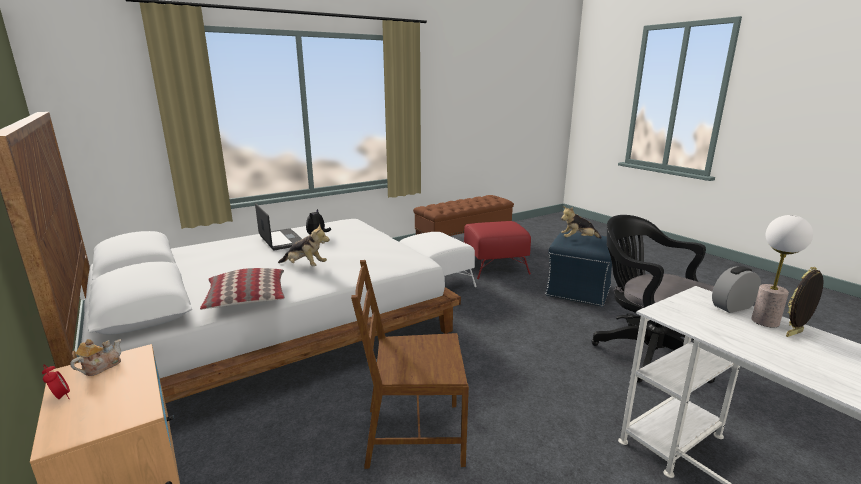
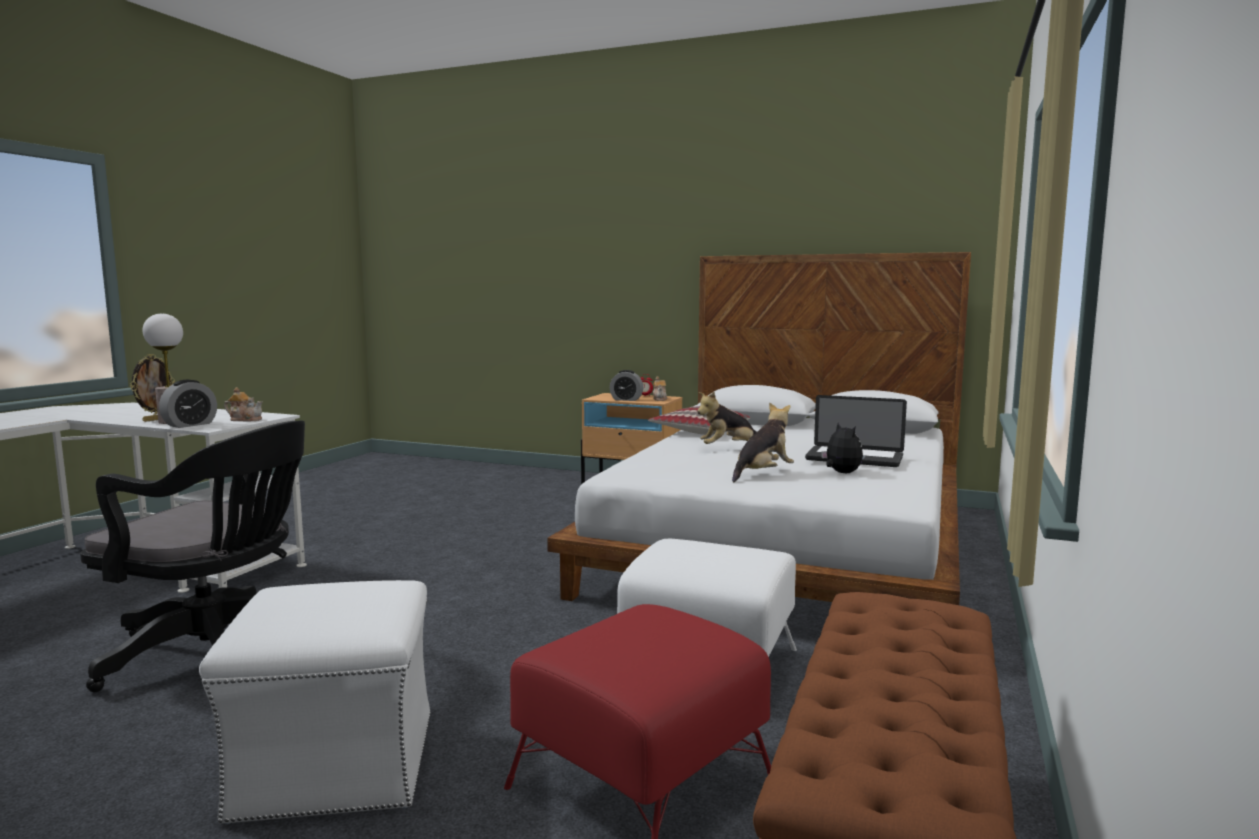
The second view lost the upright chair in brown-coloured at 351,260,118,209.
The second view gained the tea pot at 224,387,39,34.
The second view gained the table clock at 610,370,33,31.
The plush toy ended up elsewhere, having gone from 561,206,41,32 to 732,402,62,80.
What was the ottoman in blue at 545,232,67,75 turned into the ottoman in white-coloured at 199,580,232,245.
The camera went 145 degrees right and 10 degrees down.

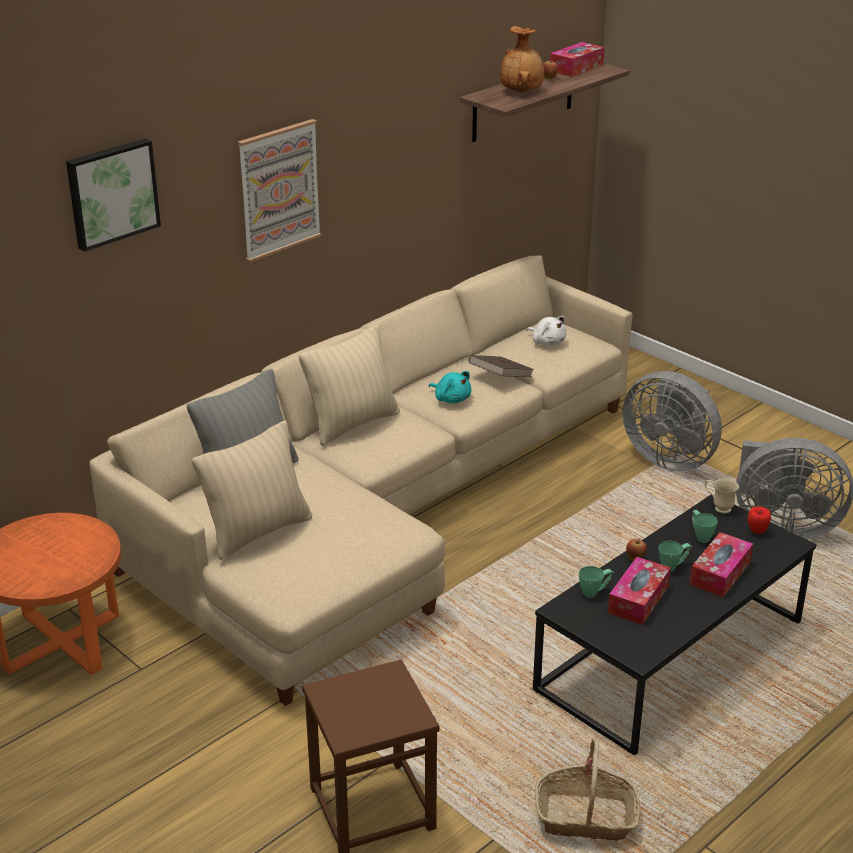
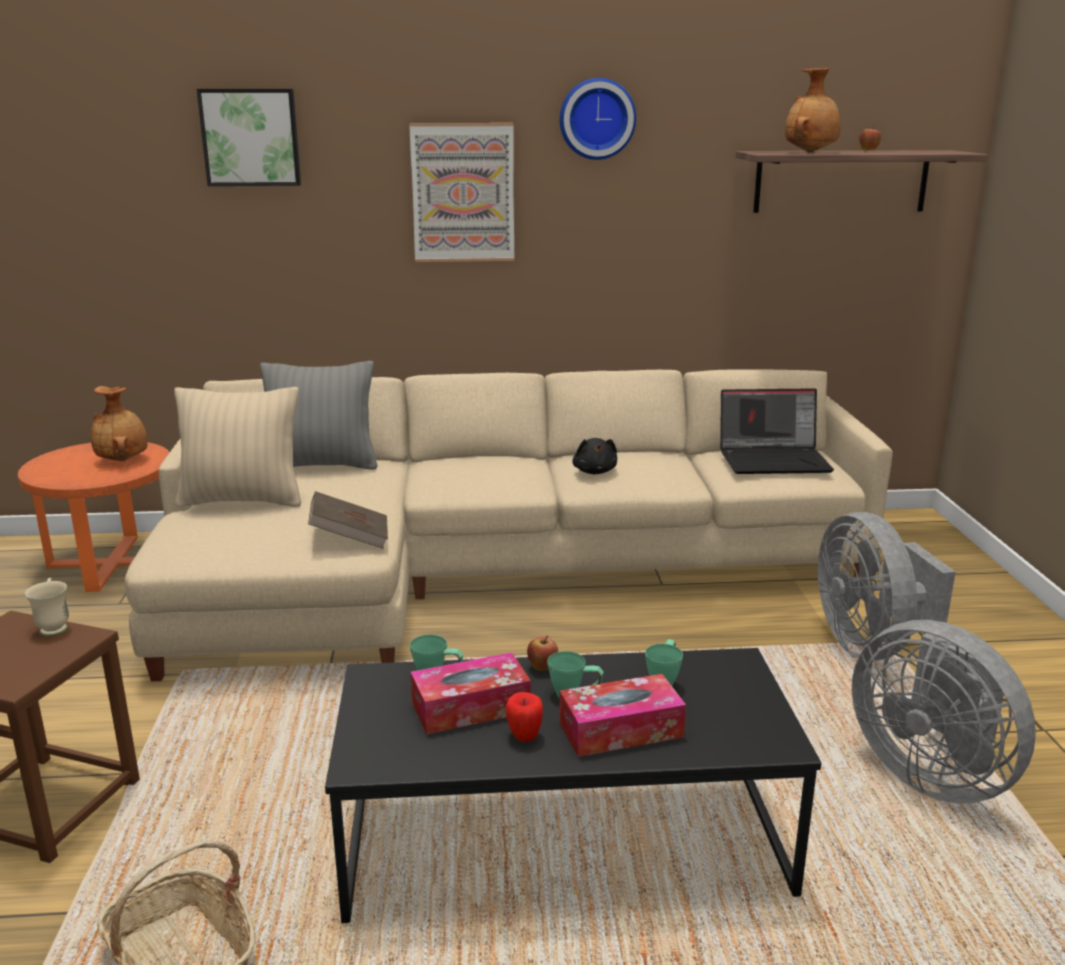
The second view lost the pillow in beige-coloured at 299,325,101,121.
The second view lost the tissue box at 550,42,54,35.
The second view gained the decorative vase in brown-coloured at 91,386,57,75.
The second view gained the clock on the wall at 560,78,76,82.
The bound book in brown-coloured ended up elsewhere, having gone from 469,355,65,22 to 308,491,80,58.
The coffee mug in beige-coloured ended up elsewhere, having gone from 705,478,34,36 to 24,578,45,58.
The apple ended up elsewhere, having gone from 748,507,23,27 to 506,692,37,50.
Where the plush toy in white-coloured stood at 526,316,41,30, the laptop came to stand at 720,388,114,86.
What was the plush toy in turquoise-coloured at 429,371,43,32 turned into the plush toy in blackish at 572,438,45,36.
The camera went 40 degrees right and 10 degrees down.

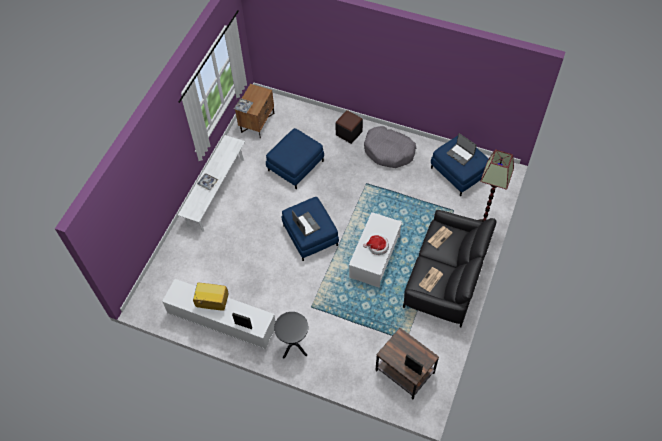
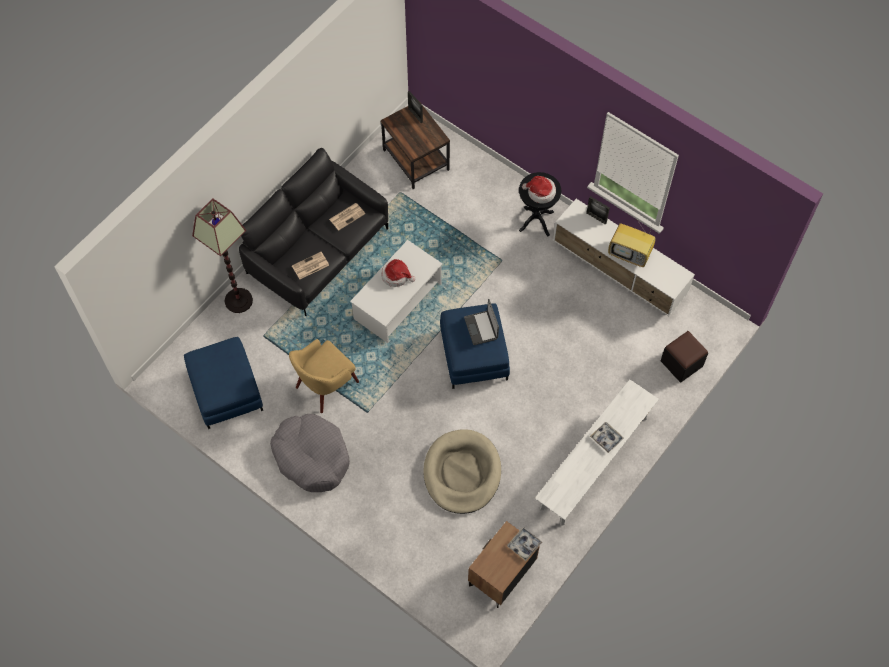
The second view lost the laptop at 446,133,31,33.
The second view gained the easy chair in yellowish at 289,339,70,74.
The second view gained the wearable hat at 522,176,34,28.
The ottoman in blackish ended up elsewhere, having gone from 335,110,28,34 to 661,331,47,51.
Where the ottoman in blue stood at 266,128,58,61, the dog bed in beige-coloured came to stand at 423,429,78,85.
The camera went 165 degrees left and 5 degrees up.

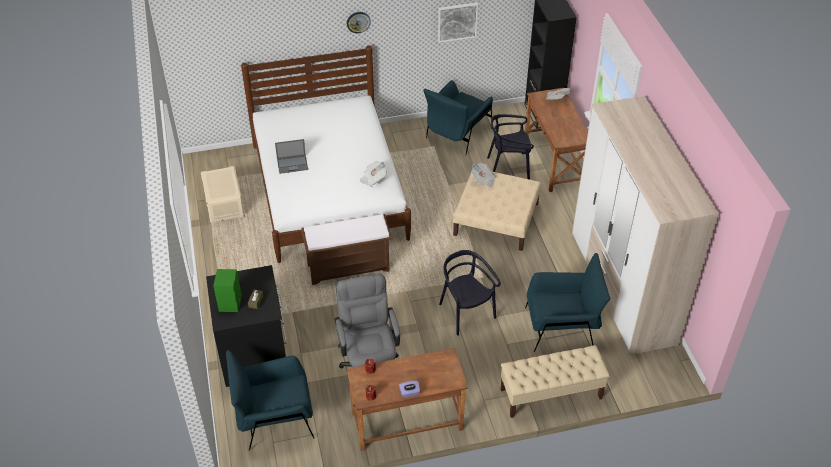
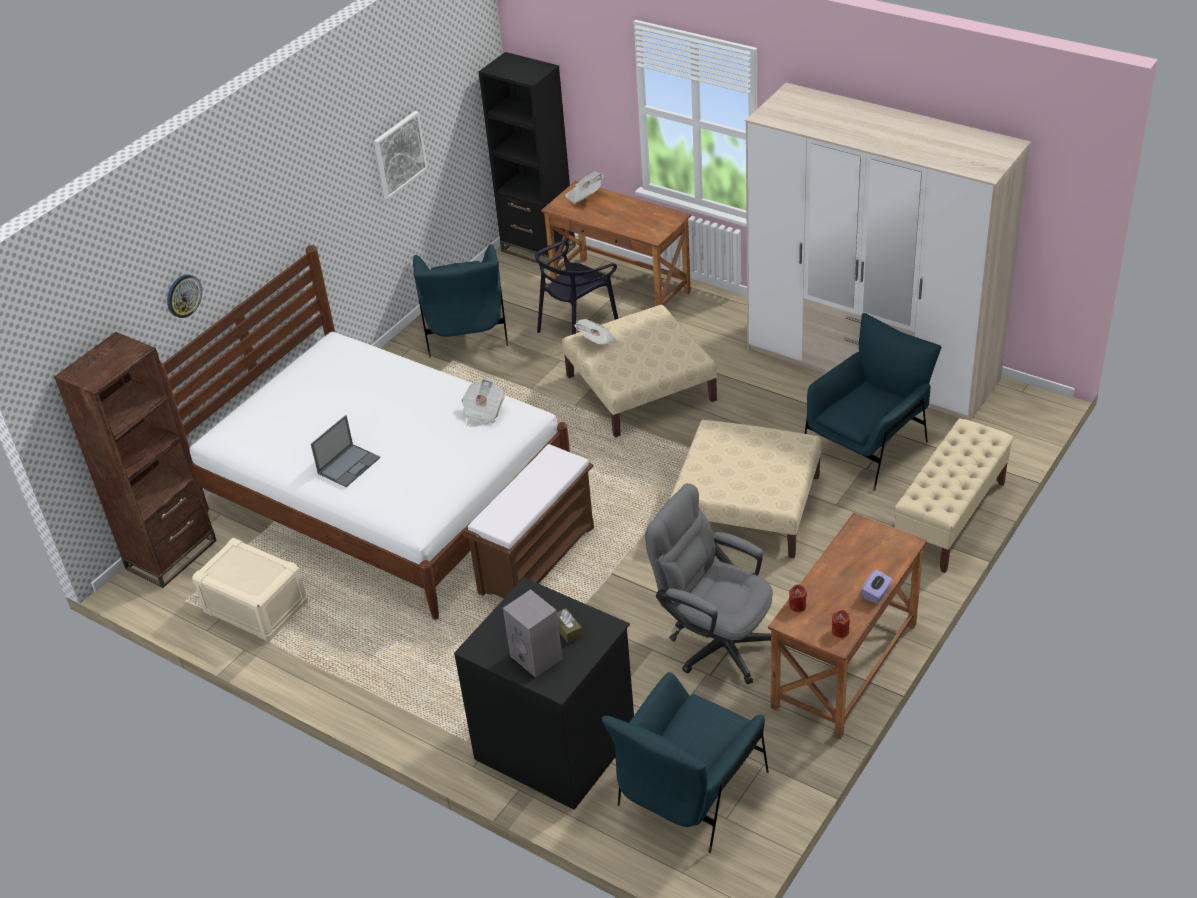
The second view gained the bookcase in brown-coloured at 54,332,163,256.
The clock on the wall ended up elsewhere, having gone from 347,12,24,21 to 167,275,35,43.
Where the upright chair in blackish stood at 439,250,62,85, the ottoman in beige-coloured came to stand at 669,420,153,138.
What was the loudspeaker in green at 213,269,29,43 turned into the loudspeaker in greyish at 503,589,60,89.
The camera went 40 degrees left and 5 degrees down.

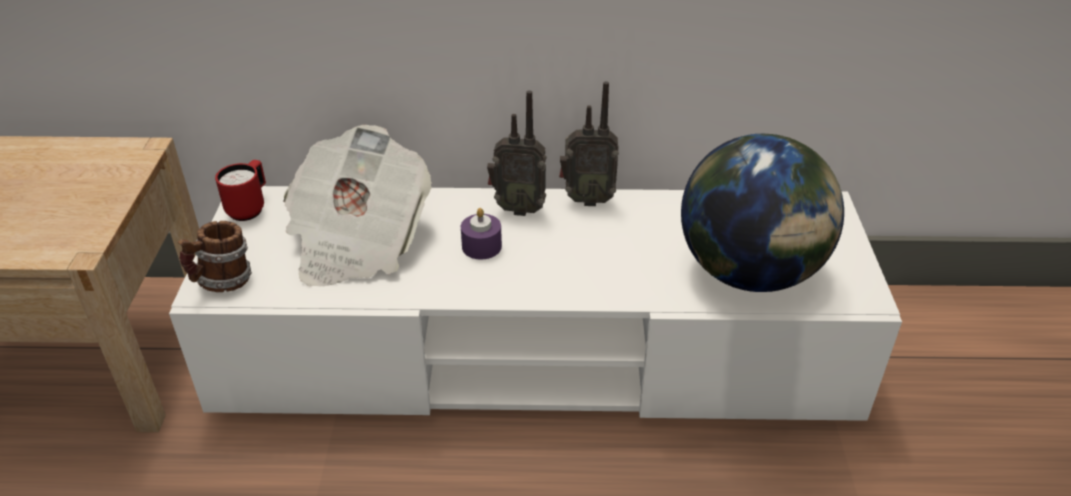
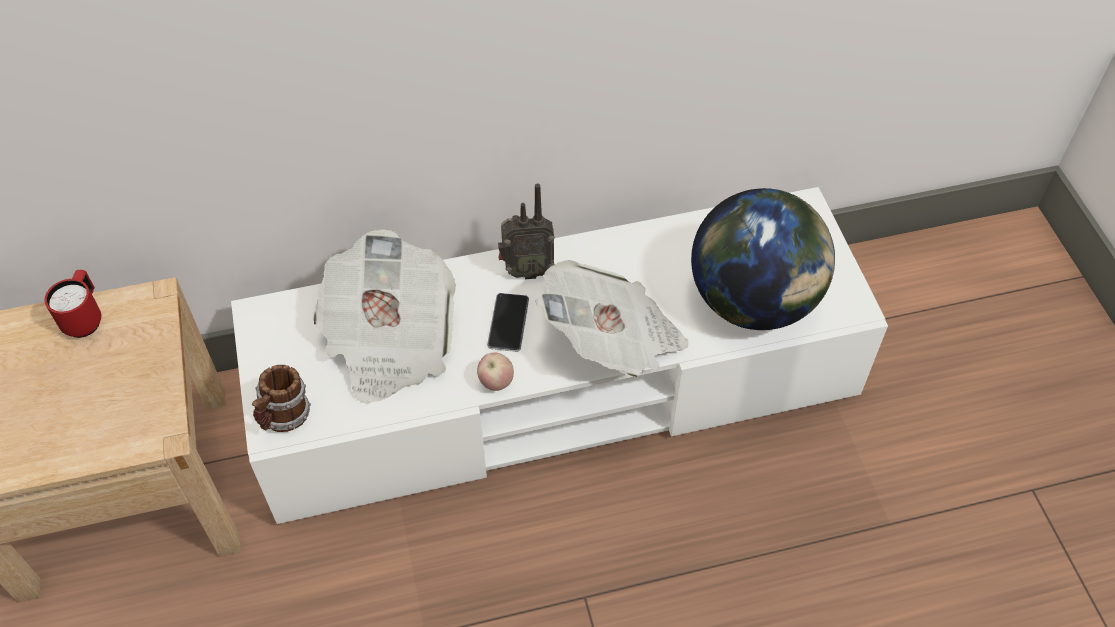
The second view lost the radio set at 559,81,60,125.
The second view gained the apple at 477,352,37,39.
The second view gained the newspaper at 535,260,153,117.
The coffee mug in red-coloured ended up elsewhere, having gone from 215,160,51,61 to 44,270,57,68.
Where the wax candle in purple-coloured stood at 461,208,41,52, the telephone came to stand at 487,293,42,59.
The camera went 15 degrees left and 15 degrees up.

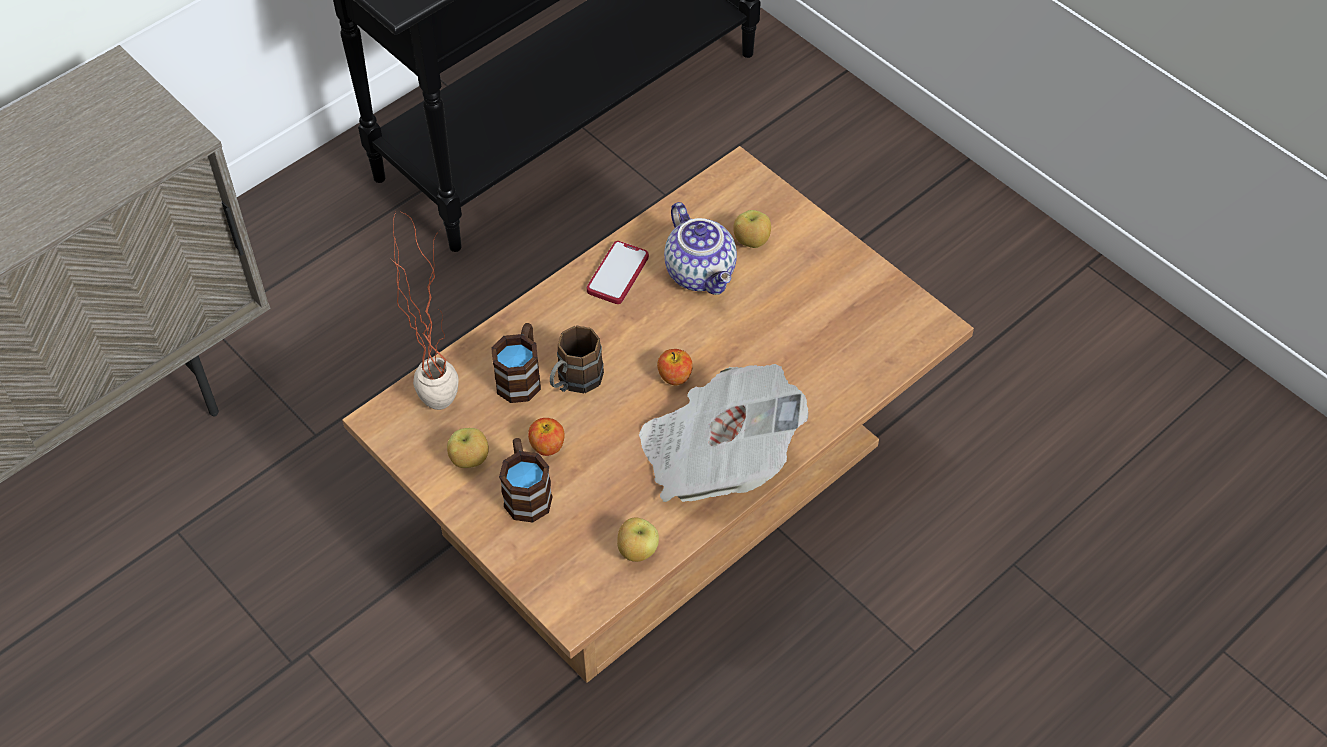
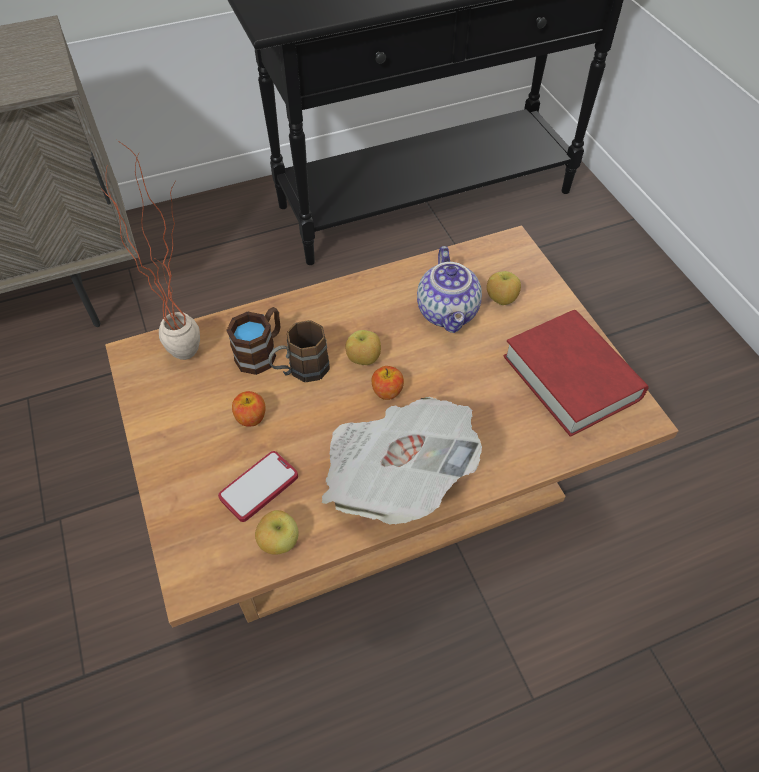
The second view lost the coffee mug in brown-coloured at 499,438,54,85.
The second view gained the bound book in red-coloured at 503,310,146,127.
The apple ended up elsewhere, having gone from 447,428,42,40 to 345,330,36,35.
The telephone ended up elsewhere, having gone from 587,241,62,63 to 218,451,80,71.
The camera went 20 degrees right and 0 degrees up.

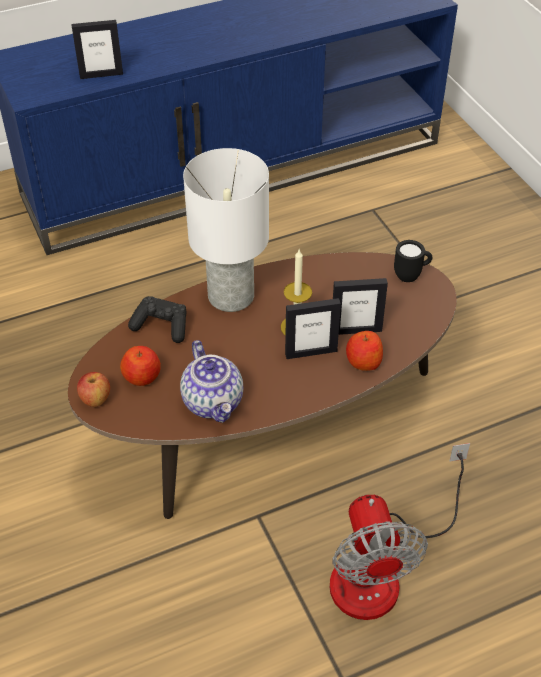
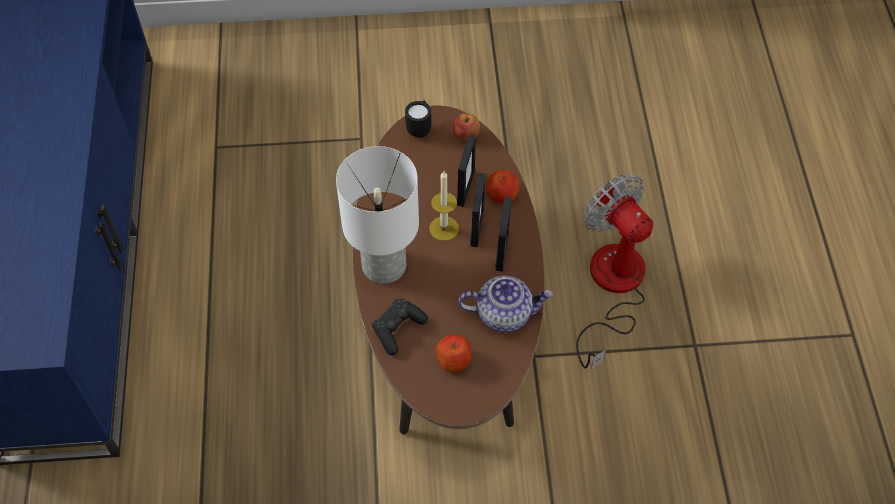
The picture frame ended up elsewhere, having gone from 71,20,52,59 to 495,197,17,75.
The apple ended up elsewhere, having gone from 77,372,33,35 to 453,113,27,28.
The fan at 330,443,140,177 ended up facing another way, 135 degrees counterclockwise from before.
The camera went 70 degrees left and 10 degrees up.

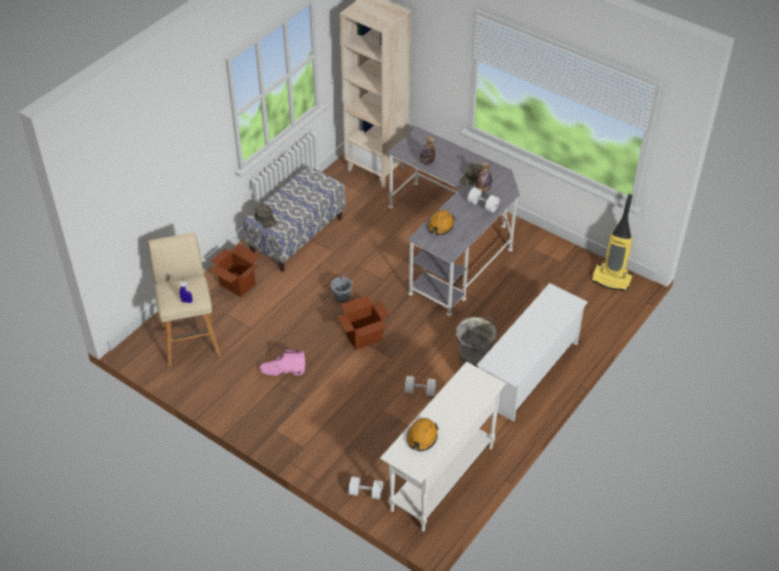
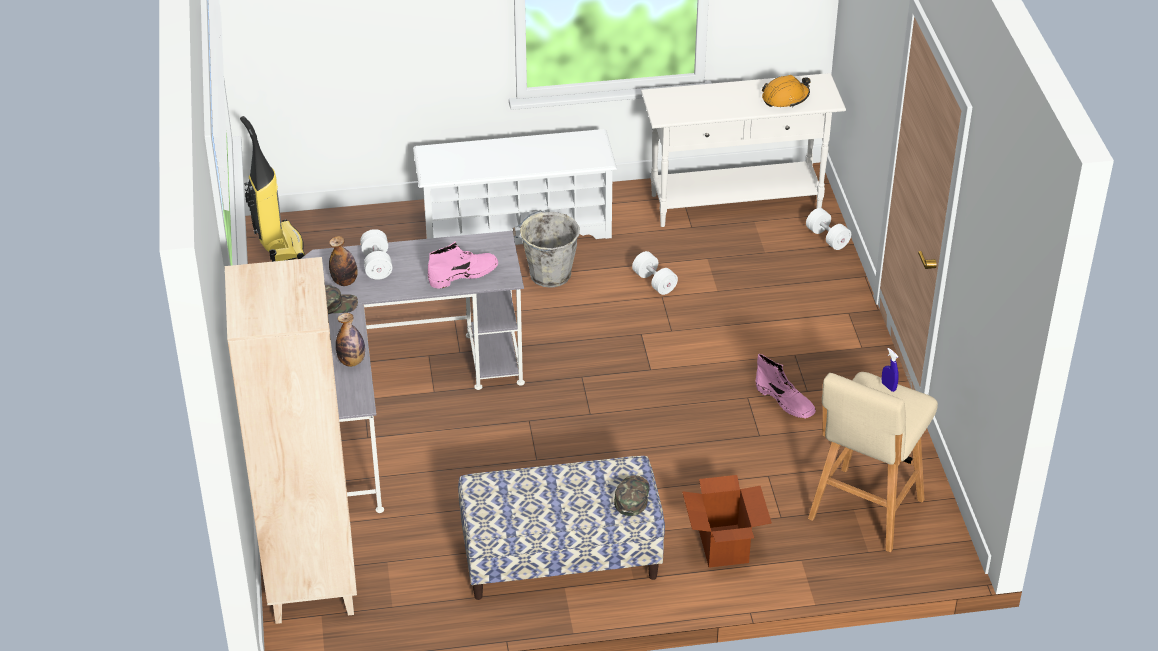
The second view lost the water bucket in greyish at 331,271,21,31.
The second view lost the packing box at 337,295,52,55.
Where the hard hat in orange-coloured stood at 428,210,27,25, the high-top boot in pink-coloured came to stand at 428,242,70,47.
The camera went 135 degrees left and 5 degrees down.

